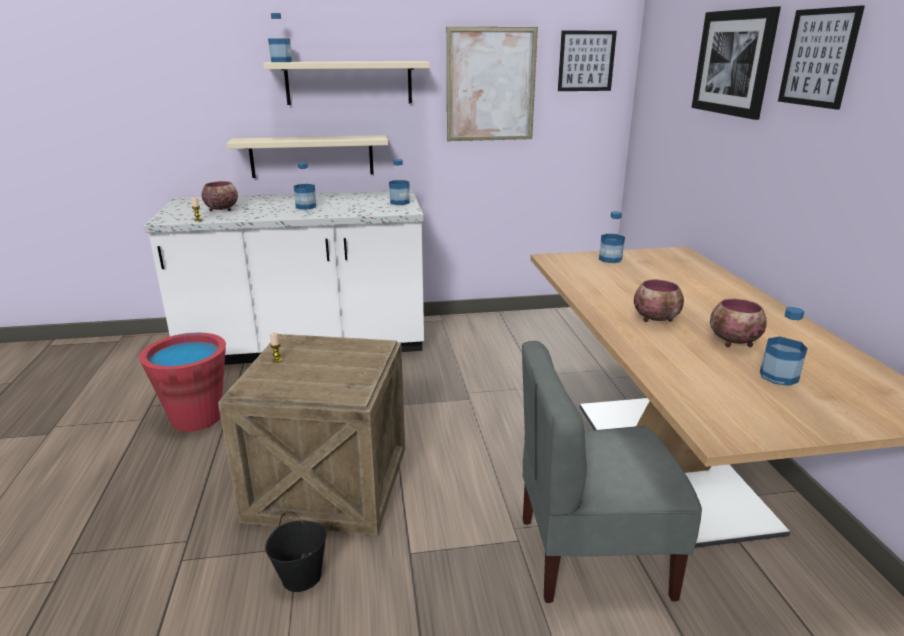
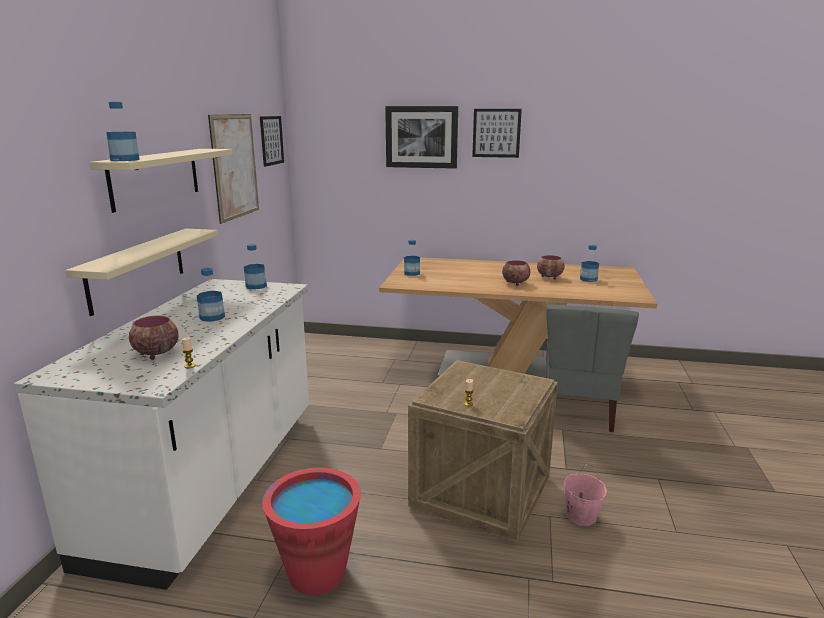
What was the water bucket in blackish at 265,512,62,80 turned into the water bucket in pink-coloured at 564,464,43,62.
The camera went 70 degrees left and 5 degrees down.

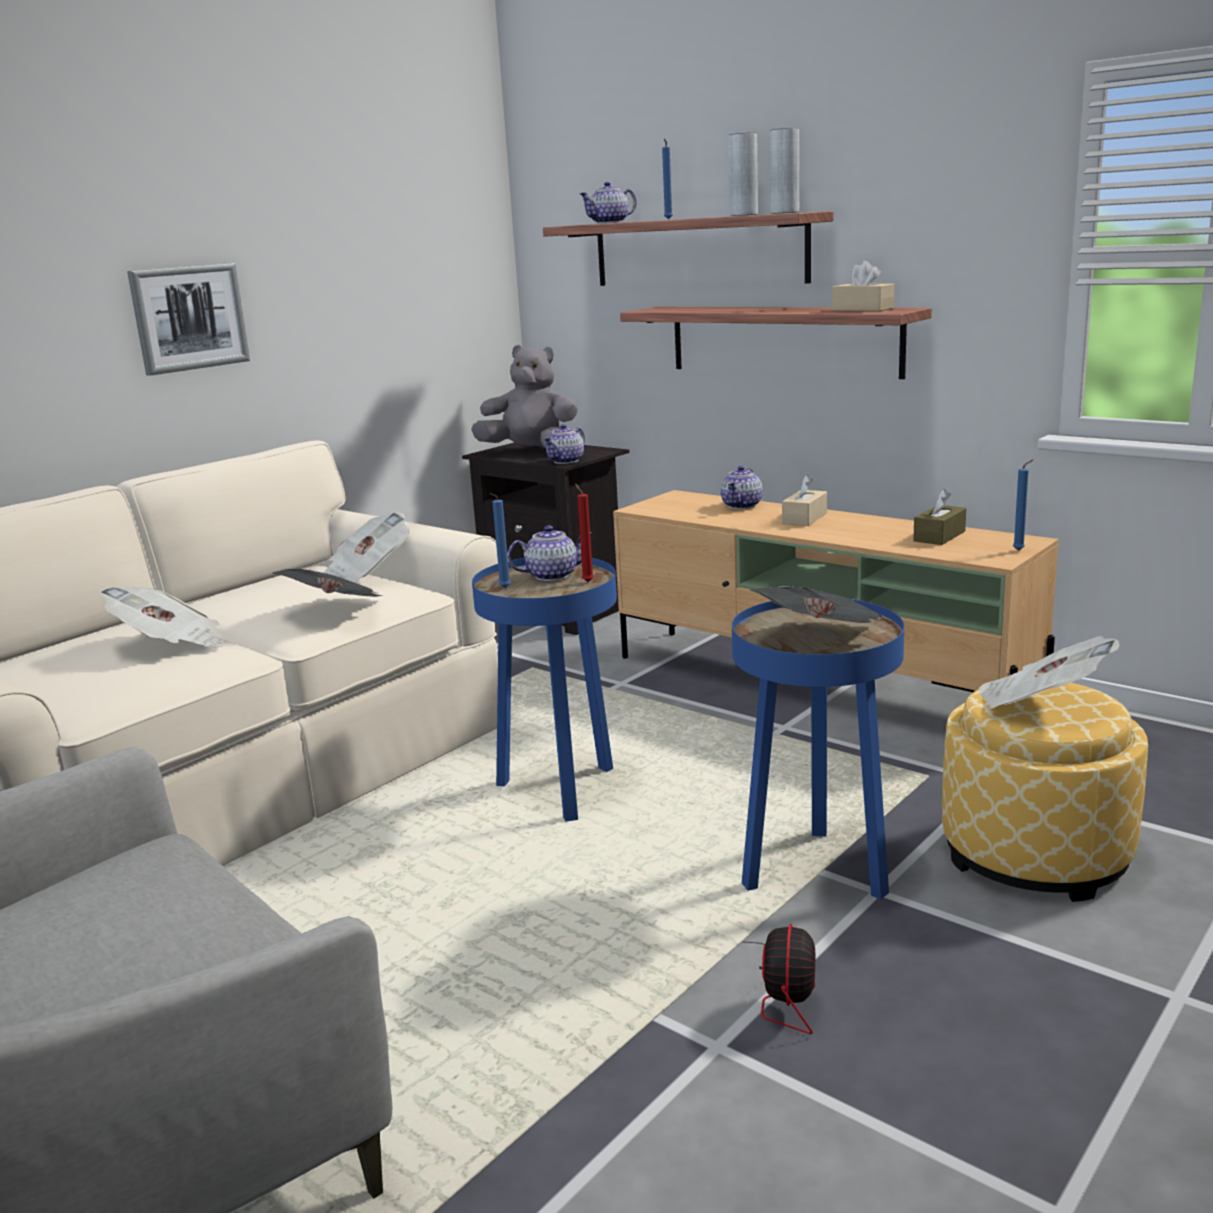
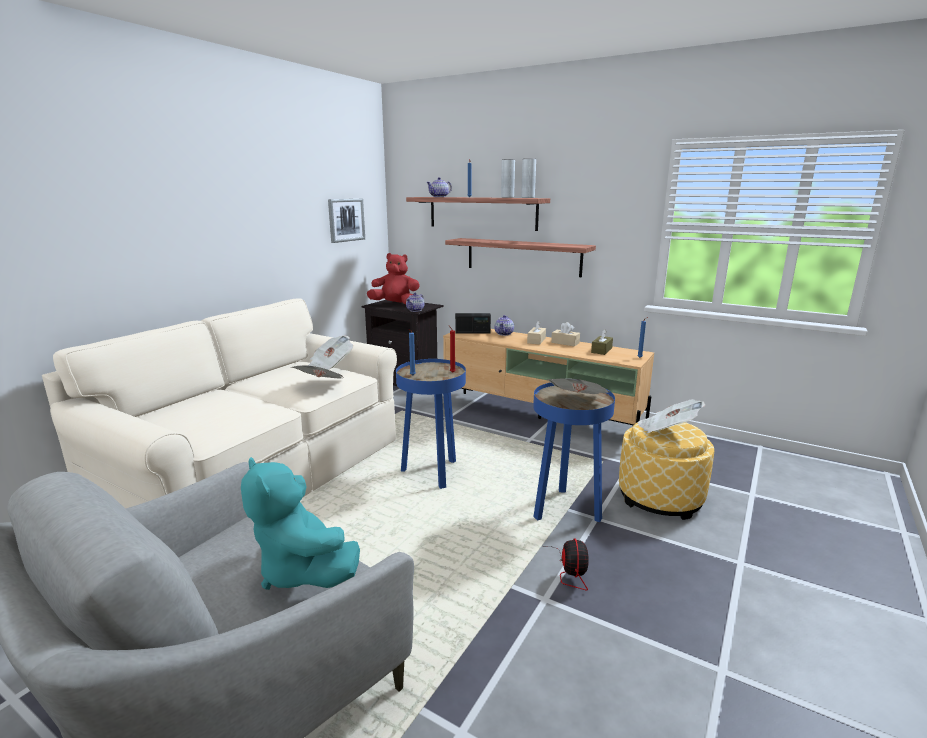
The second view lost the newspaper at 99,587,124,60.
The second view lost the tea pot at 507,525,84,56.
The second view gained the plush toy in turquoise-coloured at 241,457,119,133.
The second view gained the radio set at 455,313,36,21.
The wall art ended up elsewhere, having gone from 127,263,123,113 to 328,199,37,44.
The tissue box in beige-coloured ended up elsewhere, having gone from 832,261,63,50 to 551,322,29,24.
What was the plush toy in greyish at 471,345,107,103 turned into the plush toy in red-coloured at 367,253,53,51.
The camera went 10 degrees left and 0 degrees up.

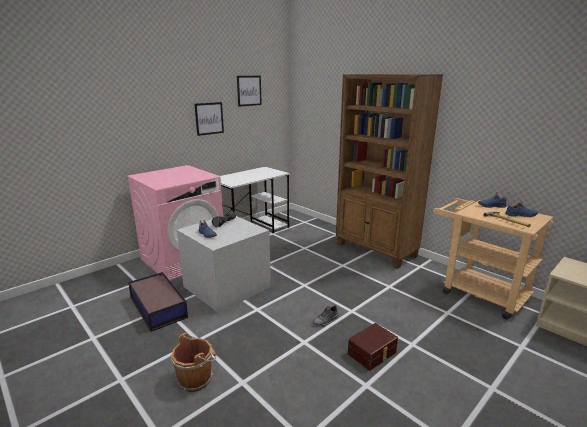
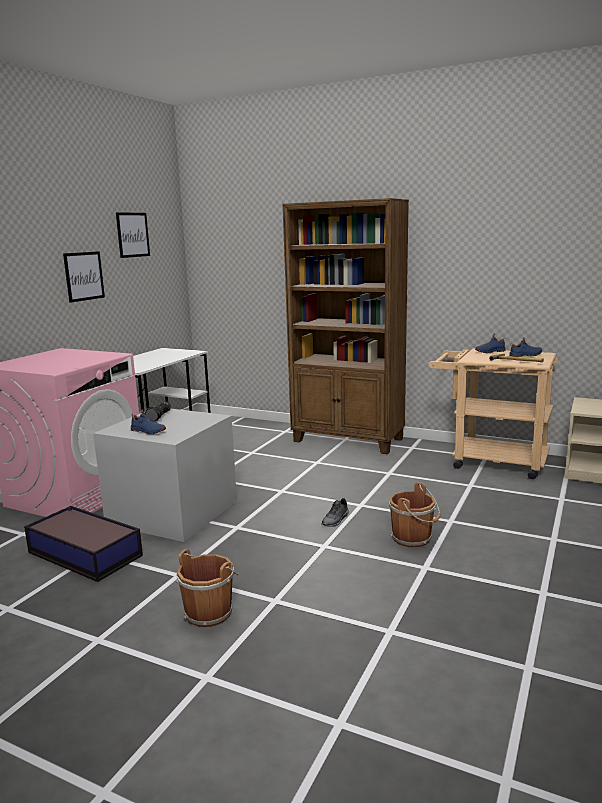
Where the storage bin in brown-coloured stood at 348,323,50,48, the water bucket in brown-coloured came to stand at 389,482,52,65.
The camera went 20 degrees left and 5 degrees down.

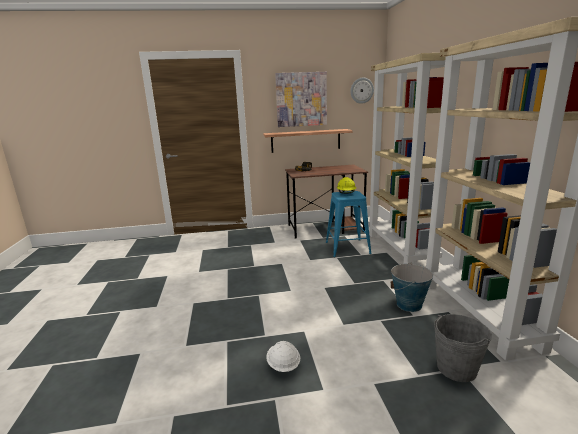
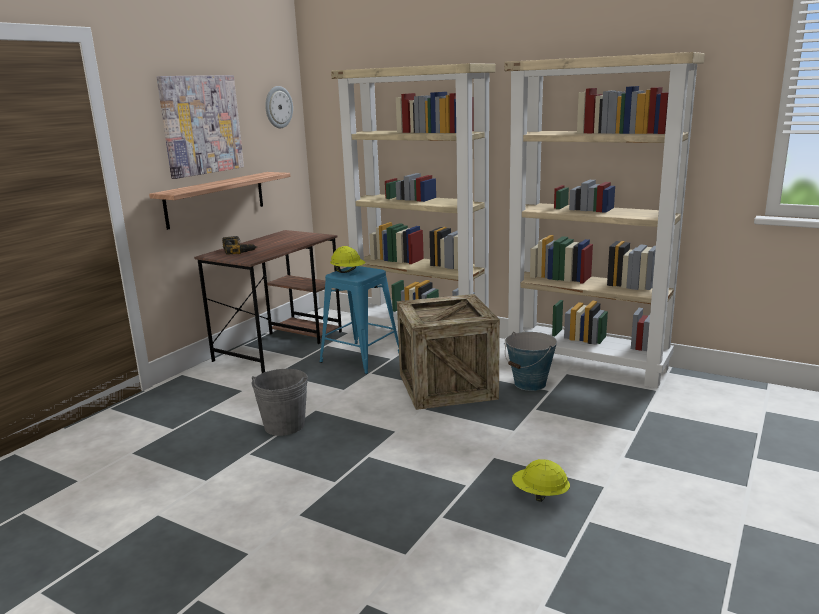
The second view gained the shipping crate at 397,294,103,116.
The water bucket in greyish ended up elsewhere, having gone from 434,314,58,68 to 252,369,56,67.
What was the hard hat in white-coloured at 266,341,34,31 turned into the hard hat in yellowish at 512,459,58,43.
The camera went 50 degrees left and 0 degrees up.

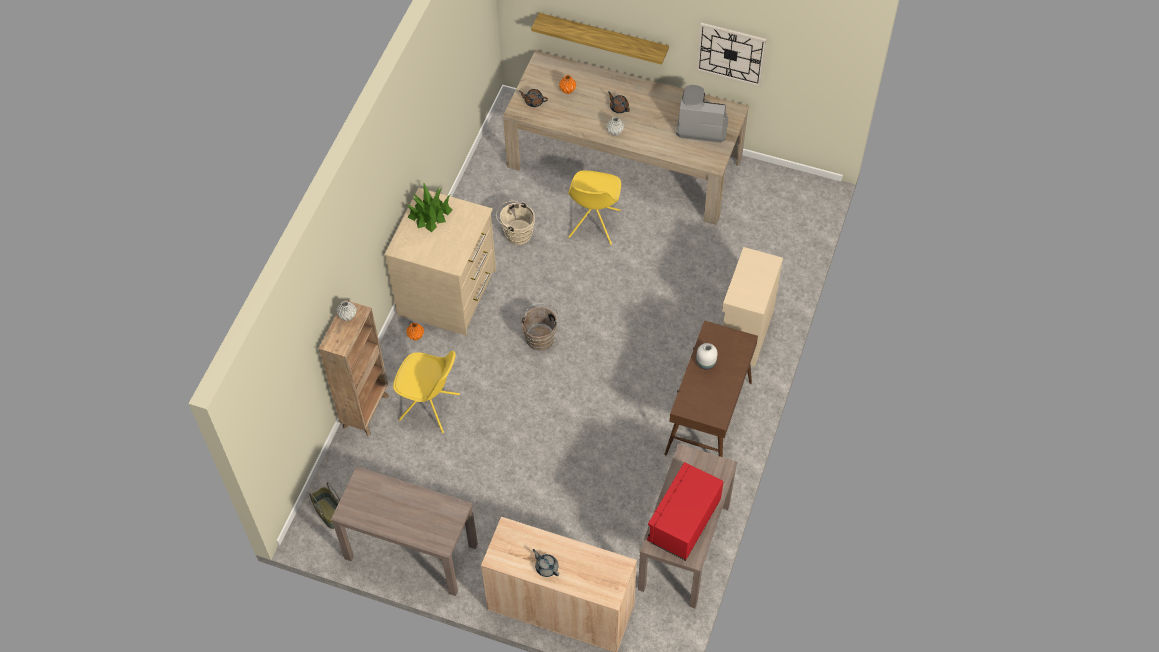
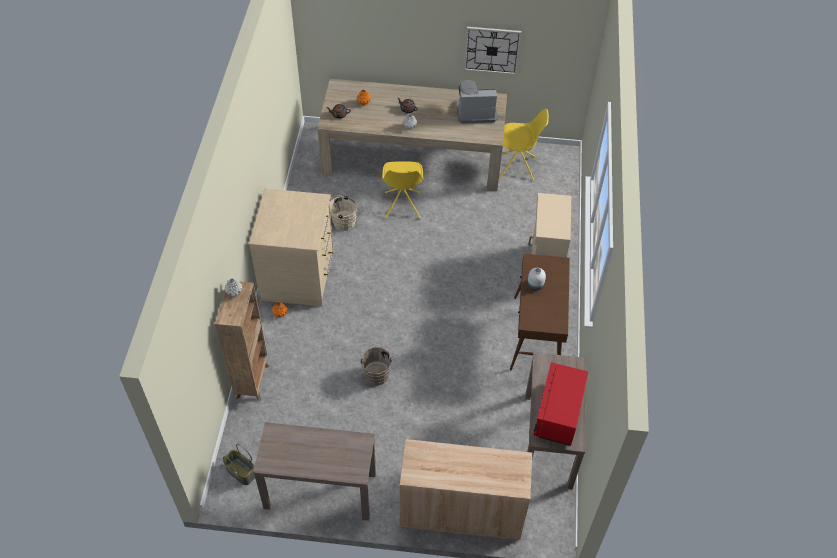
The second view lost the potted plant at 406,182,47,50.
The second view lost the wall shelf at 531,13,138,52.
The second view lost the tea pot in greyish at 533,549,26,28.
The upright chair in yellowish ended up elsewhere, having gone from 393,351,67,82 to 499,109,50,72.
The water bucket in brown-coloured ended up elsewhere, having gone from 521,303,38,48 to 359,343,35,43.
The camera went 15 degrees left and 5 degrees down.

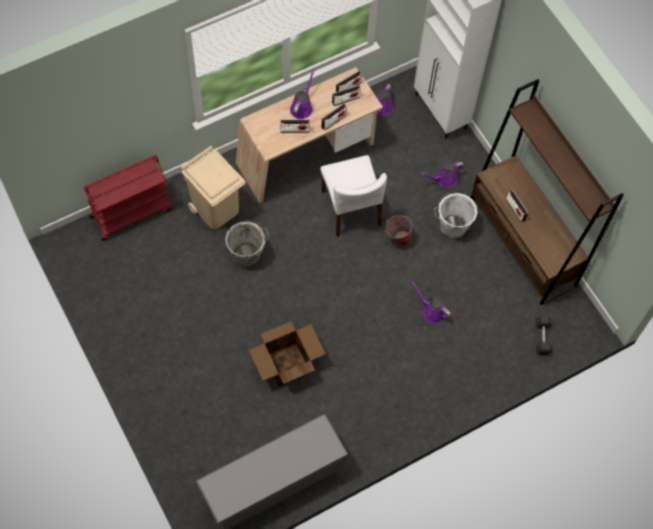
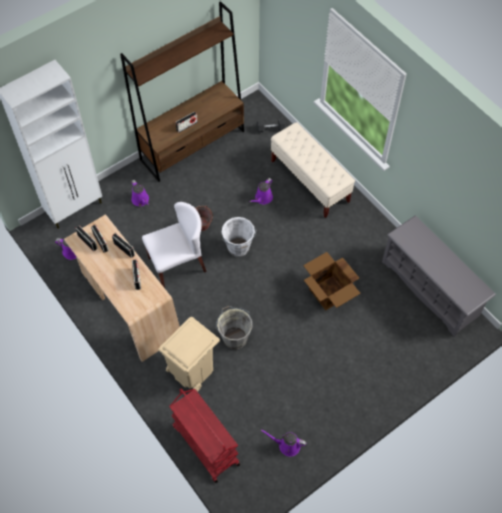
The second view gained the bench in beige-coloured at 271,122,84,96.
The watering can in purple-coloured ended up elsewhere, having gone from 290,69,25,50 to 261,430,45,27.
The water bucket in white-coloured ended up elsewhere, having gone from 434,192,43,47 to 222,217,34,40.
The camera went 95 degrees left and 5 degrees down.

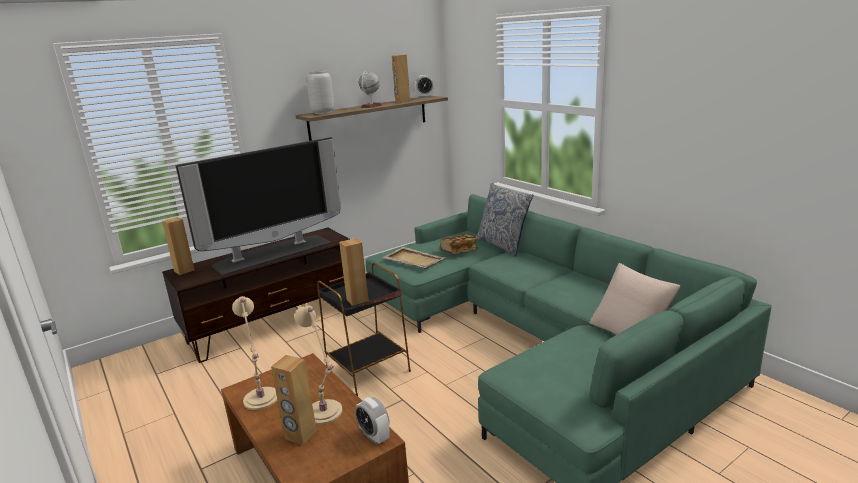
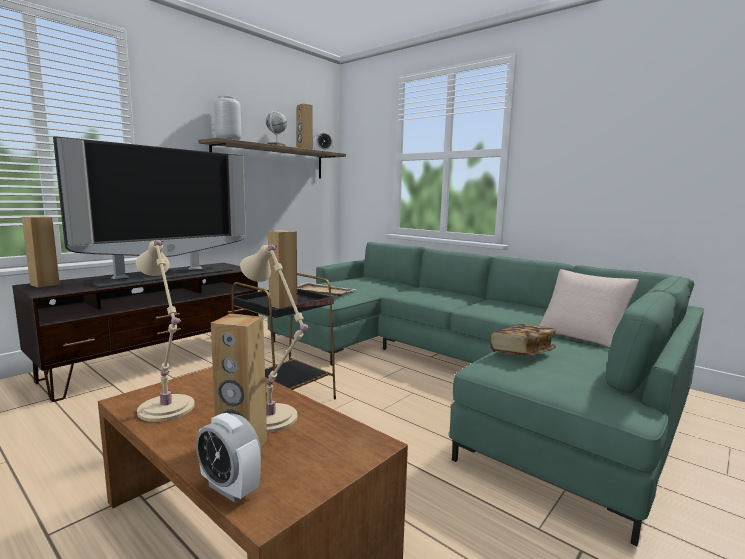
The second view lost the pillow at 476,183,57,73.
The table clock ended up elsewhere, having gone from 355,397,35,48 to 196,413,65,90.
The bound book ended up elsewhere, having gone from 440,234,38,20 to 490,324,66,32.
The camera went 15 degrees left and 10 degrees down.

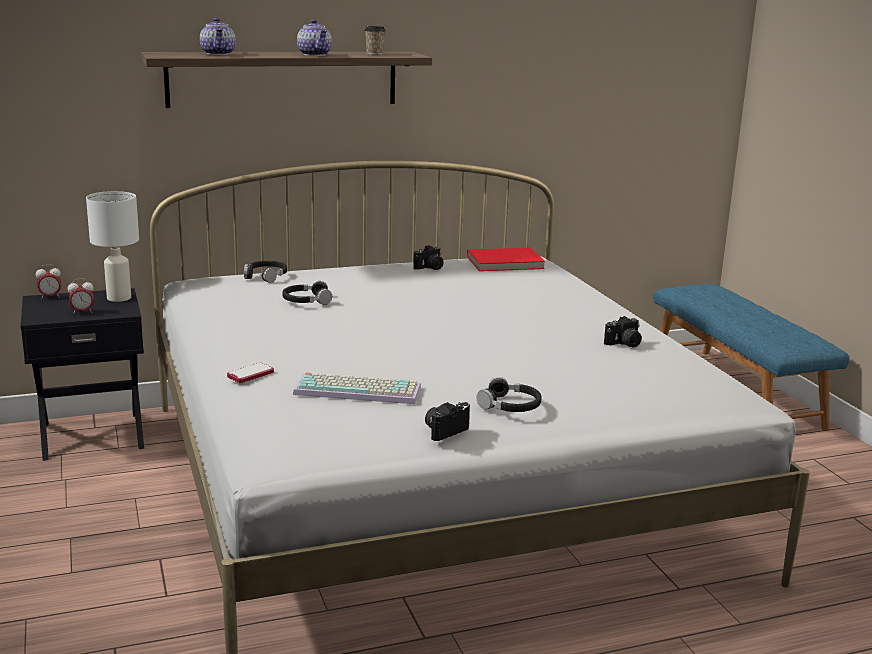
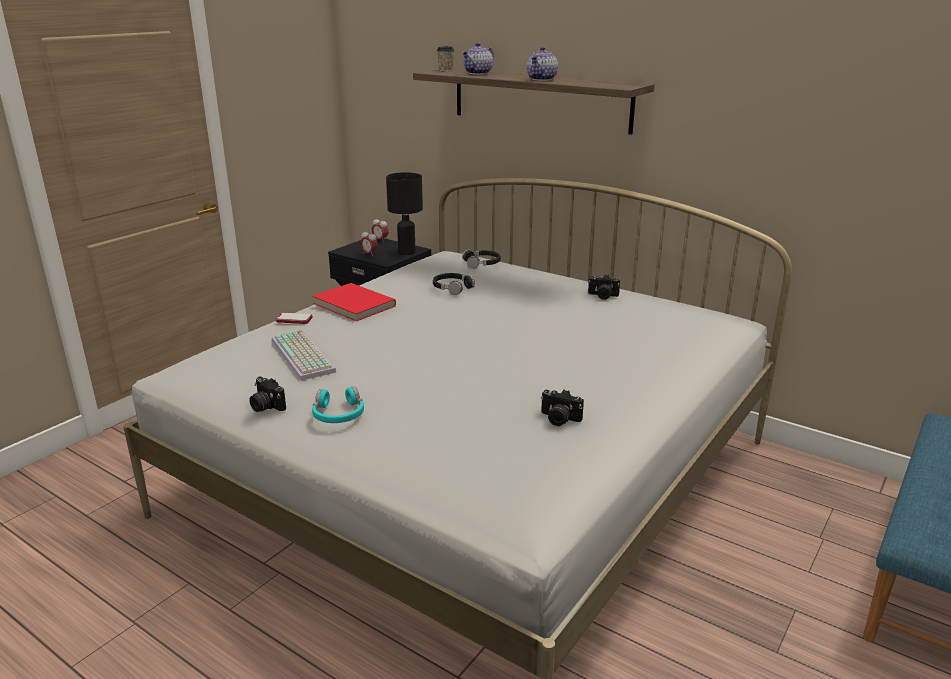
The cup ended up elsewhere, having gone from 365,26,21,29 to 437,46,17,26.
The bound book in red-coloured ended up elsewhere, having gone from 467,248,78,23 to 312,283,84,38.
What was the table lamp in white-coloured at 86,191,53,111 turned into the table lamp in blackish at 386,172,37,83.
What was the pair of headphones in blackish at 477,377,65,35 turned into the pair of headphones in turquoise-coloured at 312,386,52,37.
The photo camera at 425,402,45,39 ended up facing another way, 150 degrees counterclockwise from before.
The camera went 55 degrees right and 5 degrees up.

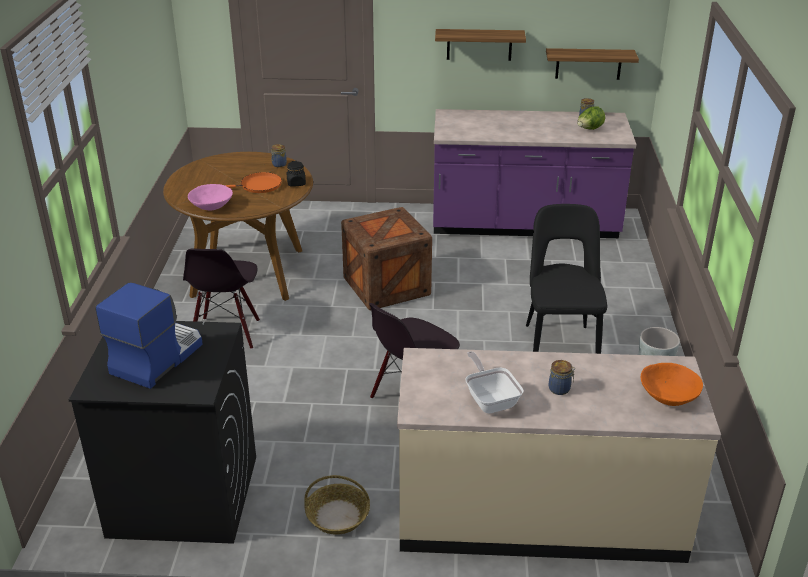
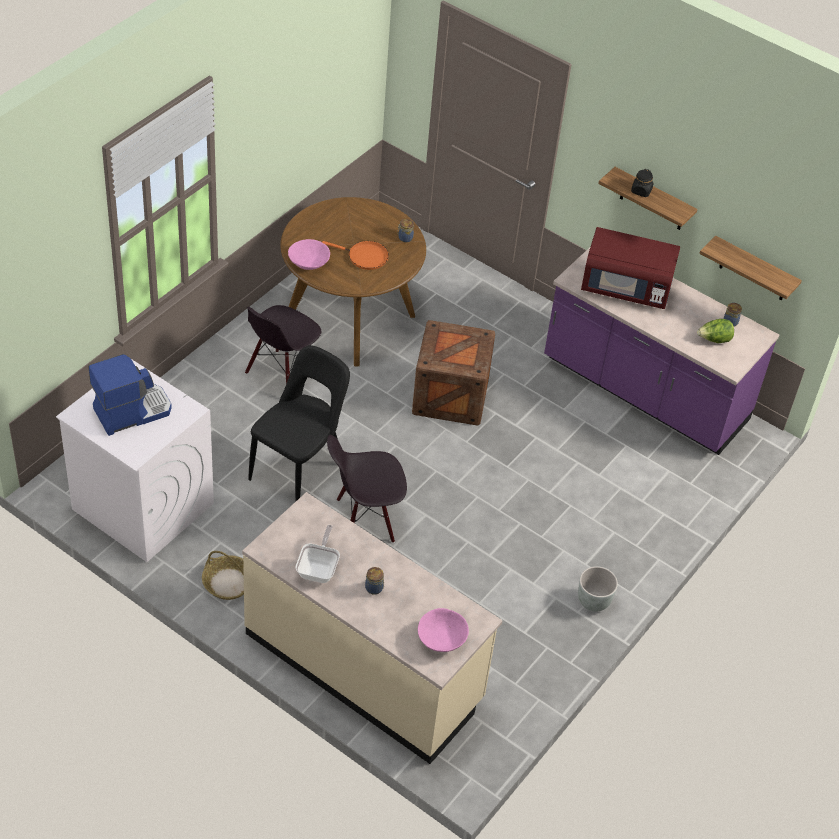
The second view gained the microwave in red-coloured at 581,227,99,82.
The storage jar in blackish ended up elsewhere, having gone from 287,161,19,26 to 631,169,23,28.
The upright chair in blackish ended up elsewhere, having gone from 526,204,81,150 to 248,345,102,156.
What was the washing machine in blackish at 69,321,187,223 turned into the washing machine in white-coloured at 56,359,158,203.
What was the bowl in orange-coloured at 641,363,62,43 turned into the bowl in pink-coloured at 418,608,51,44.
The camera went 30 degrees right and 15 degrees up.

